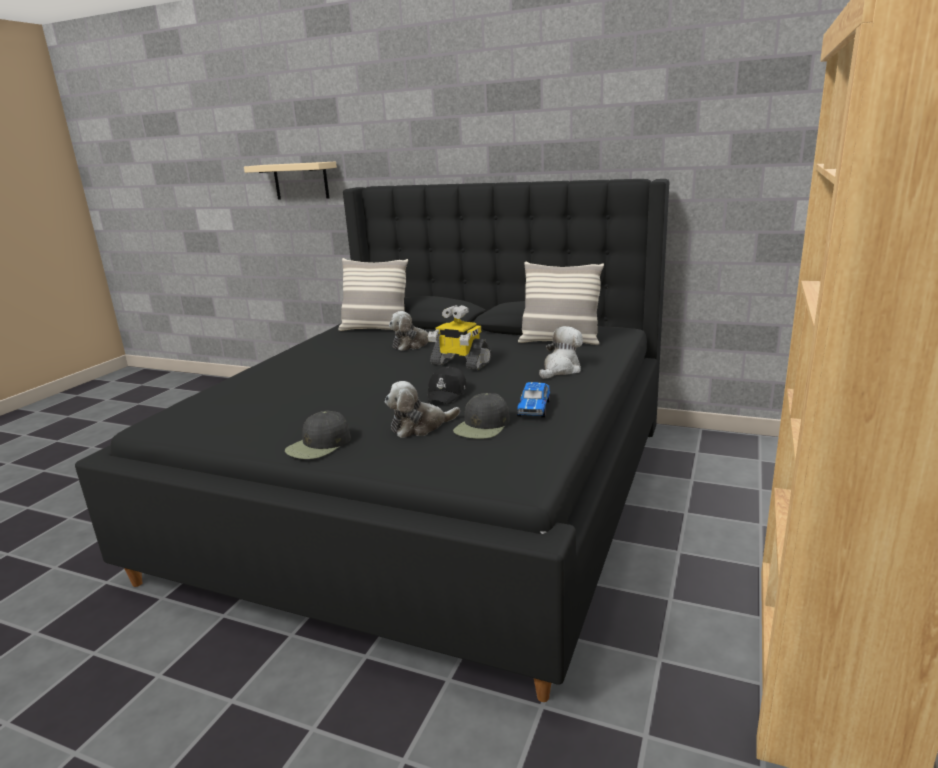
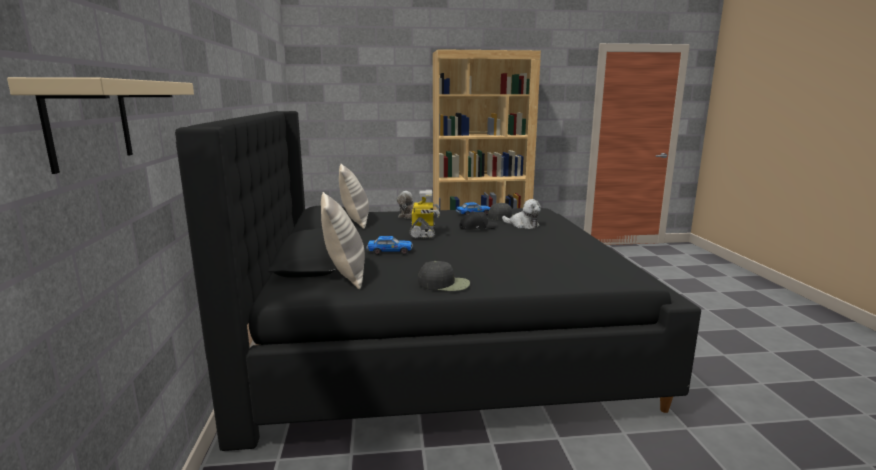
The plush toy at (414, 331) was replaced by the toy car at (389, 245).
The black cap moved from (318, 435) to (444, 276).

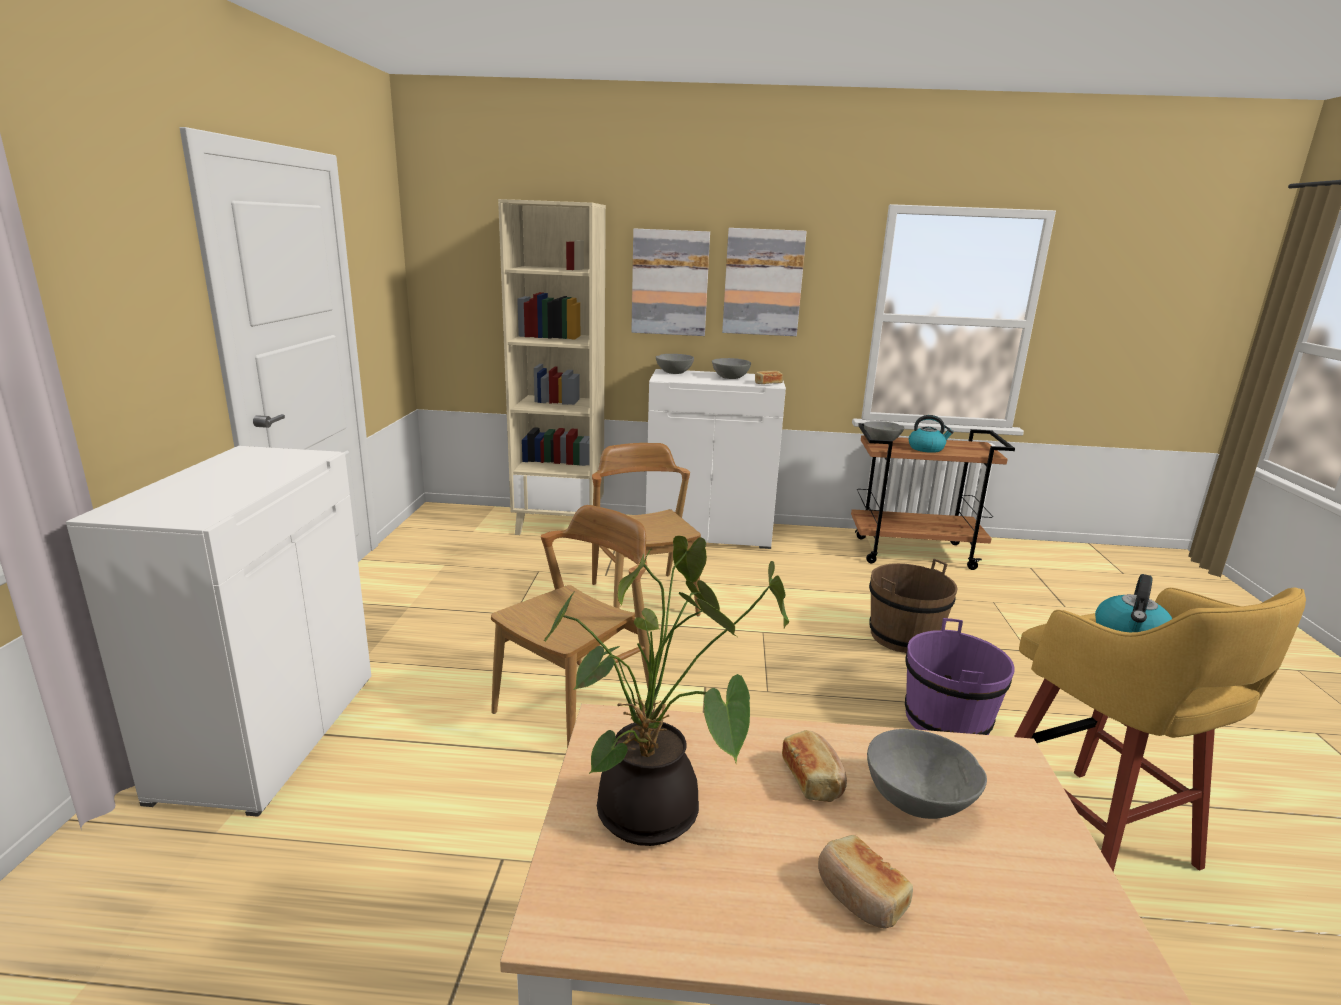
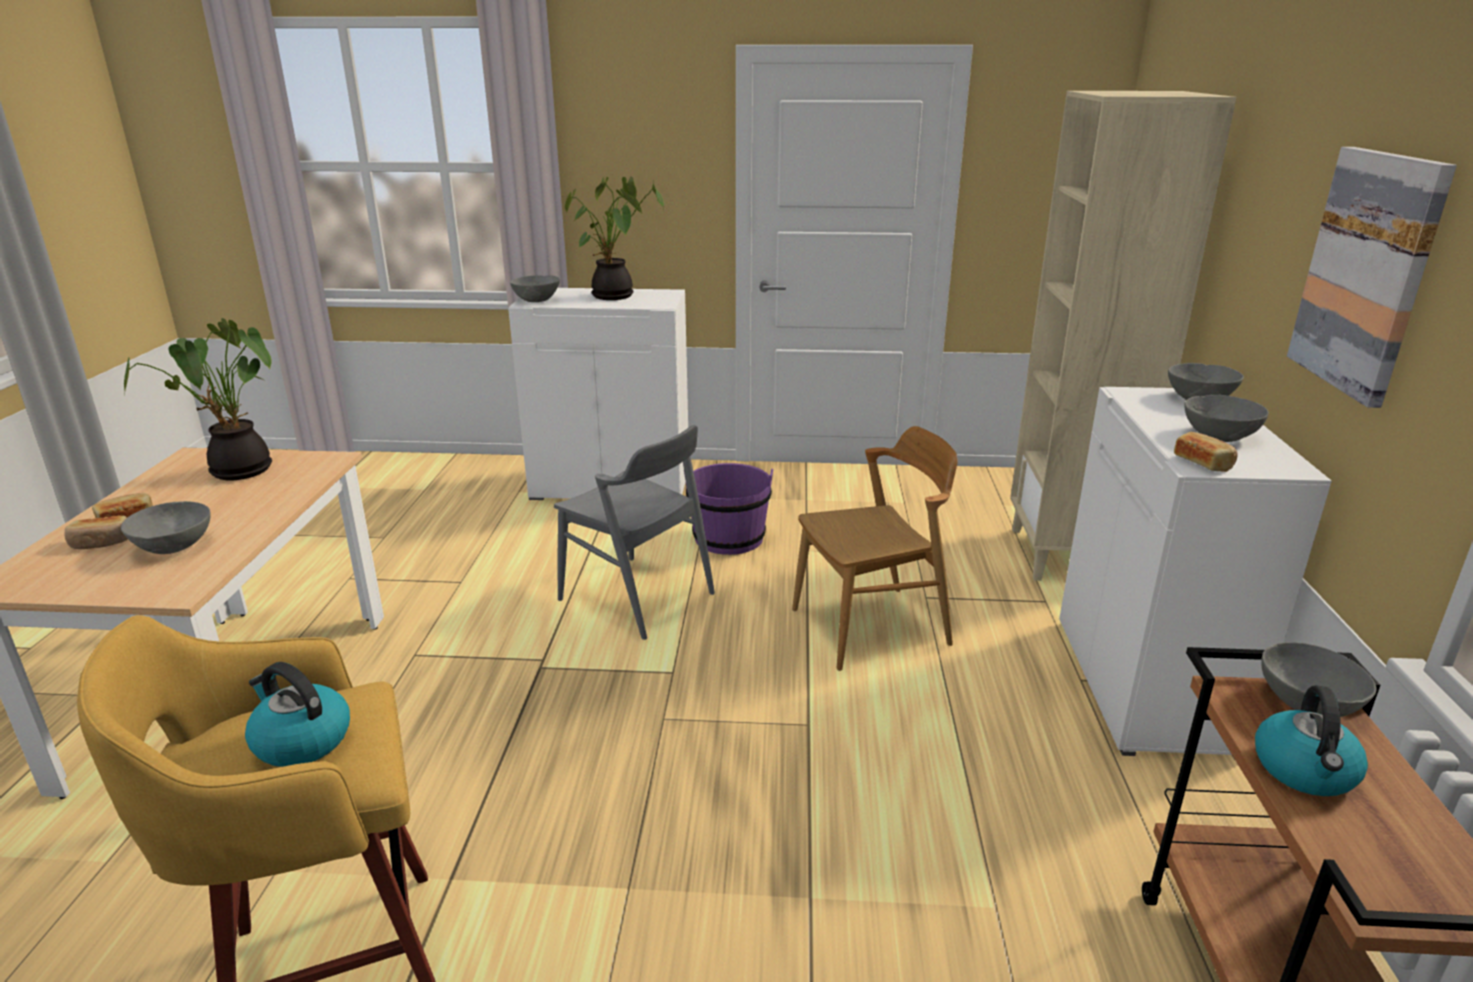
The picture at (670, 282) disappeared.
The brown-coloured plain chair at (573, 626) became the grey plain chair at (634, 532).
The brown-coloured bucket at (913, 606) disappeared.
The purple-coloured bucket moved from (960, 676) to (728, 509).
The bakery bread moved from (814, 766) to (96, 532).
The houseplant at (614, 238) appeared.
The grey serving bowl at (535, 288) appeared.

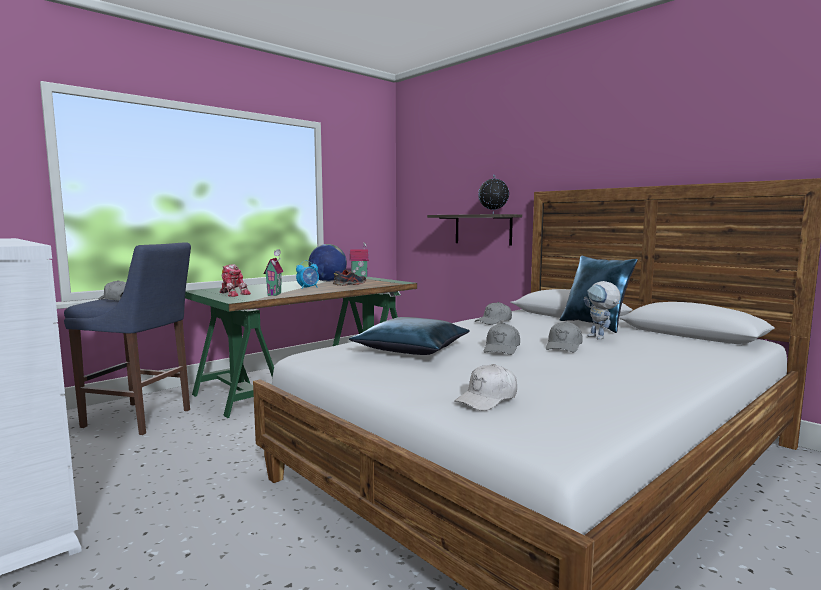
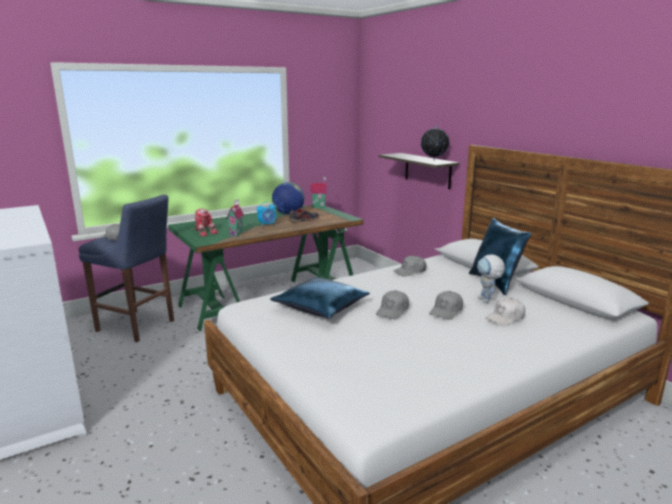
The white cap moved from (485, 387) to (505, 312).

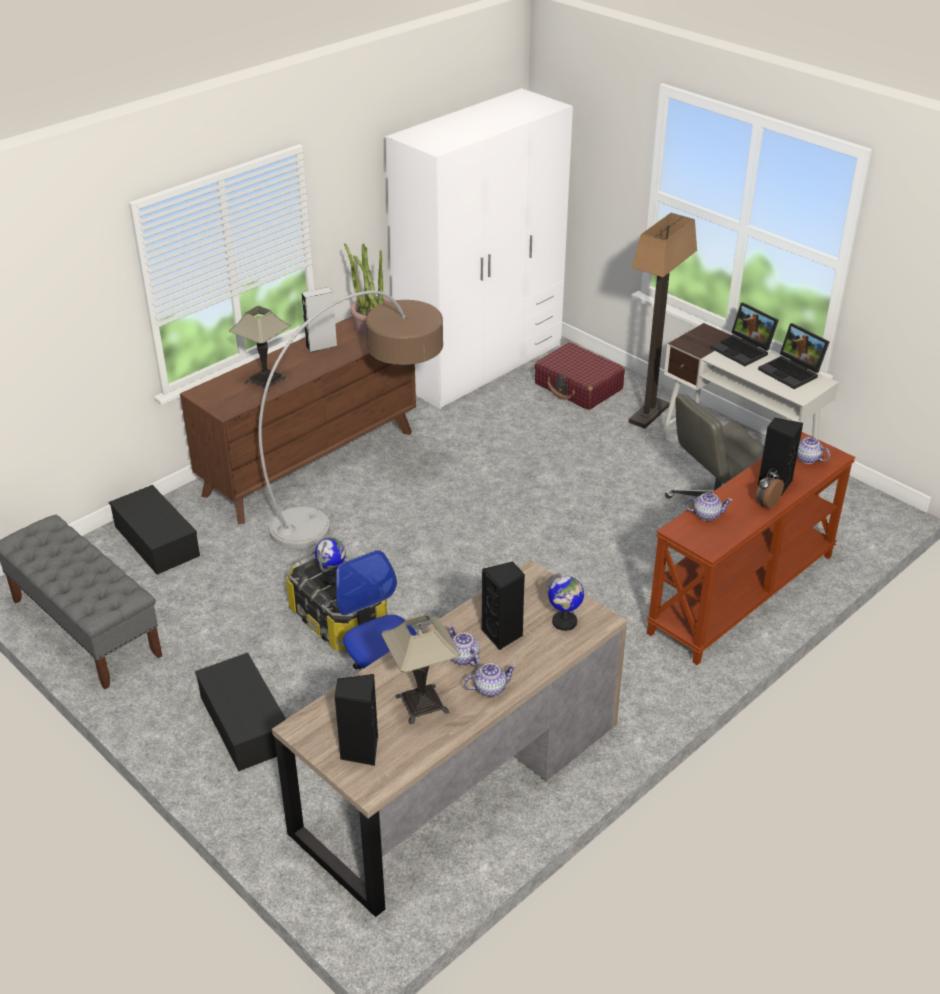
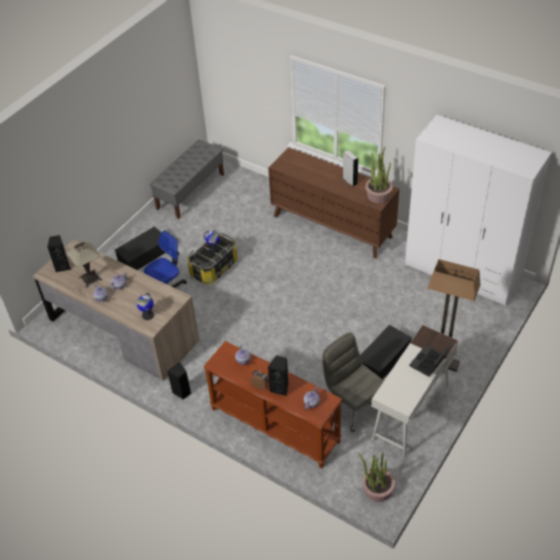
The standard lamp at (350, 419) disappeared.
The tabletop lamp at (260, 349) disappeared.
The notebook computer at (793, 356) disappeared.
The red suitcase at (580, 376) disappeared.
The black storage box moved from (154, 530) to (386, 352).
The black loudspeaker moved from (503, 605) to (179, 381).
The houseplant at (376, 477) appeared.

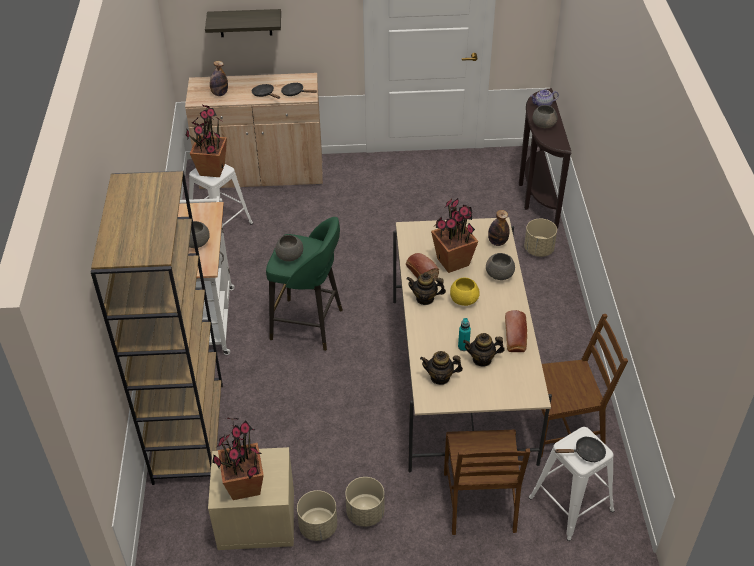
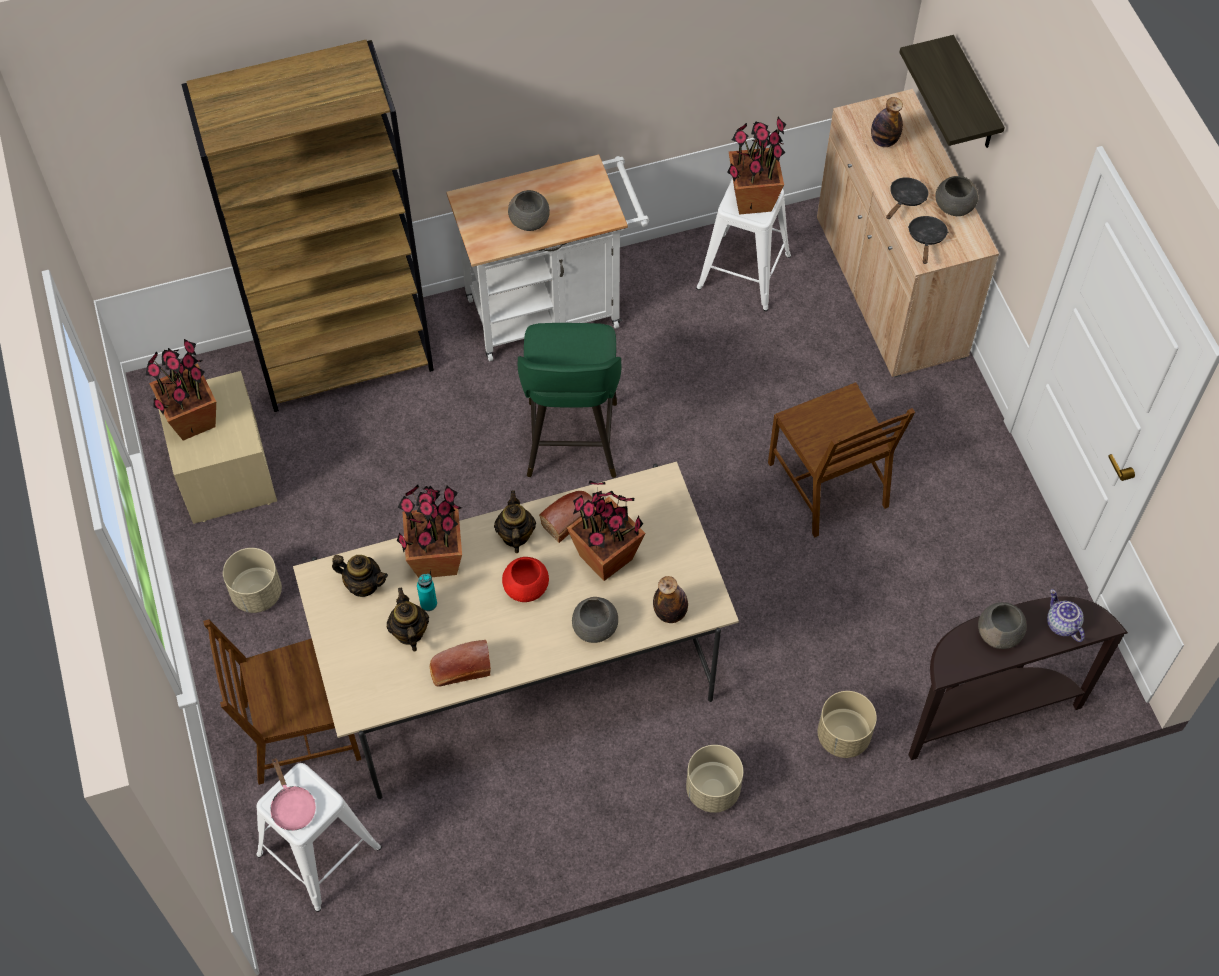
The grey serving bowl moved from (289, 248) to (957, 196).
The yellow-coloured serving bowl at (465, 292) became the red serving bowl at (525, 579).
The brown-coloured plain chair moved from (584, 385) to (841, 459).
The pot for tea at (441, 368) turned 120 degrees clockwise.
The black frying pan at (580, 449) became the pink frying pan at (293, 794).
The beige-coloured plant pot moved from (317, 515) to (714, 779).
The houseplant at (429, 531) appeared.

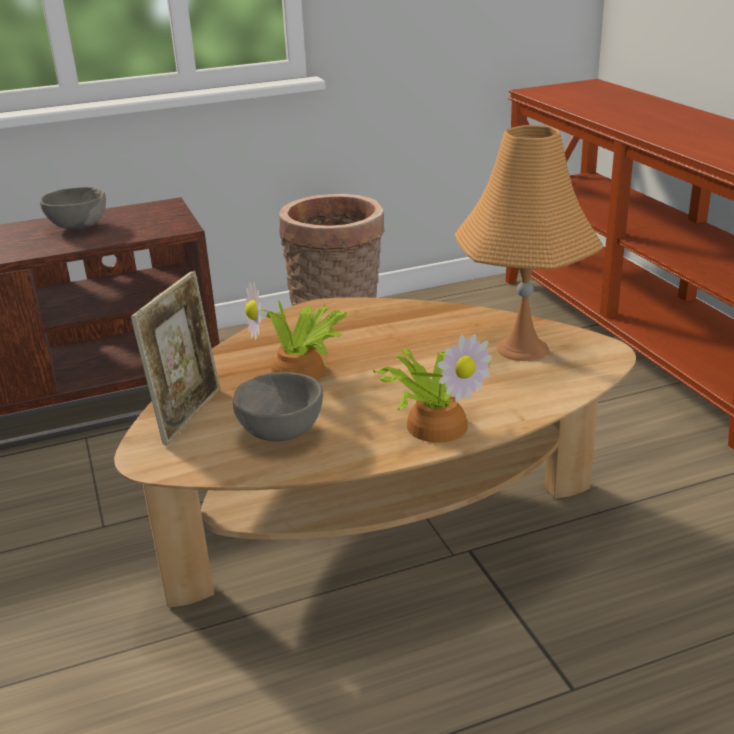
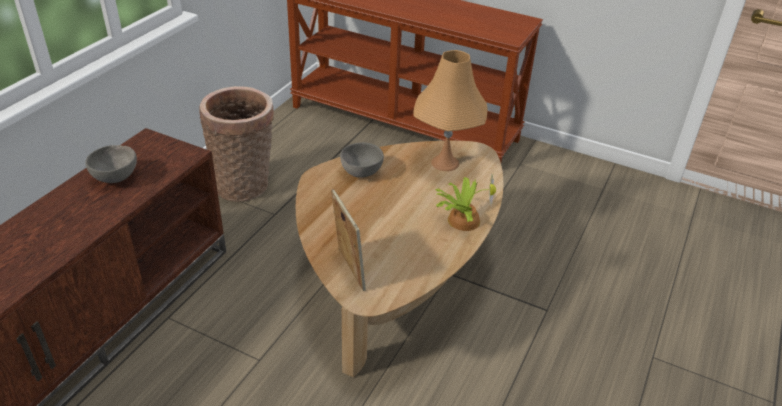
The houseplant at (296, 331) disappeared.
The grey serving bowl moved from (277, 406) to (362, 160).

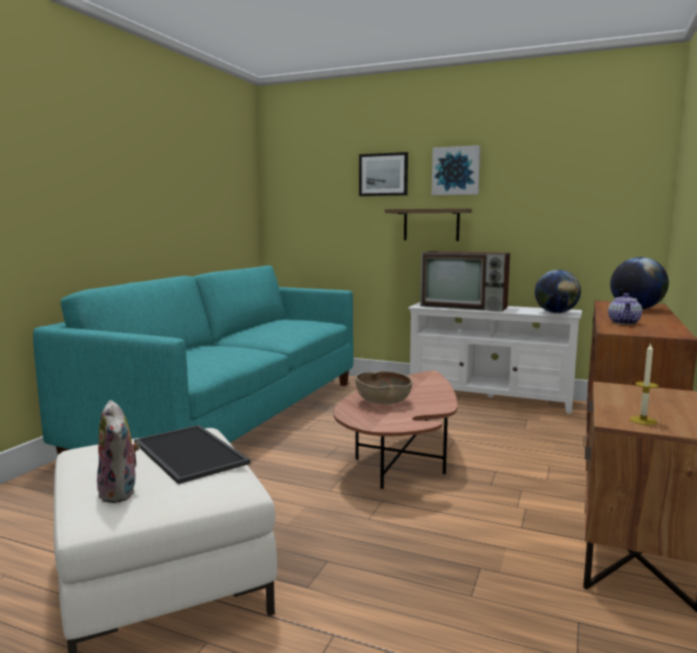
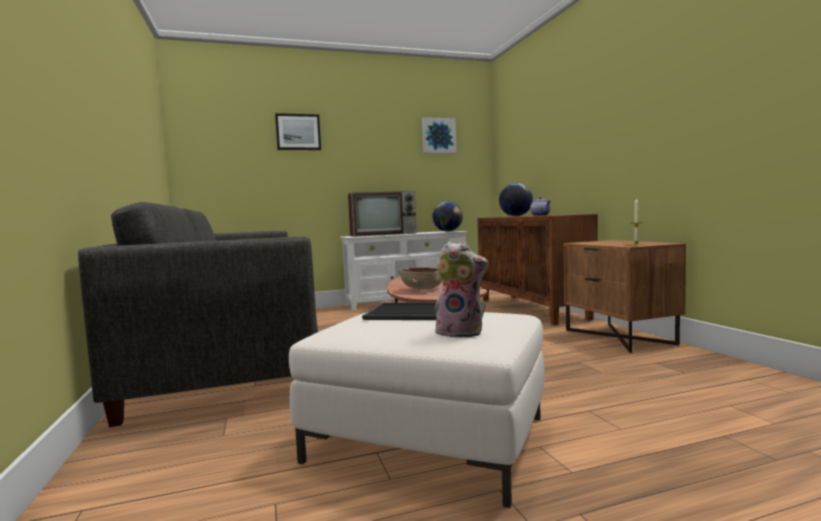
The picture moved from (456, 170) to (439, 135).
The wall shelf at (428, 224) disappeared.
The blue-green couch at (193, 360) became the grey couch at (198, 314).

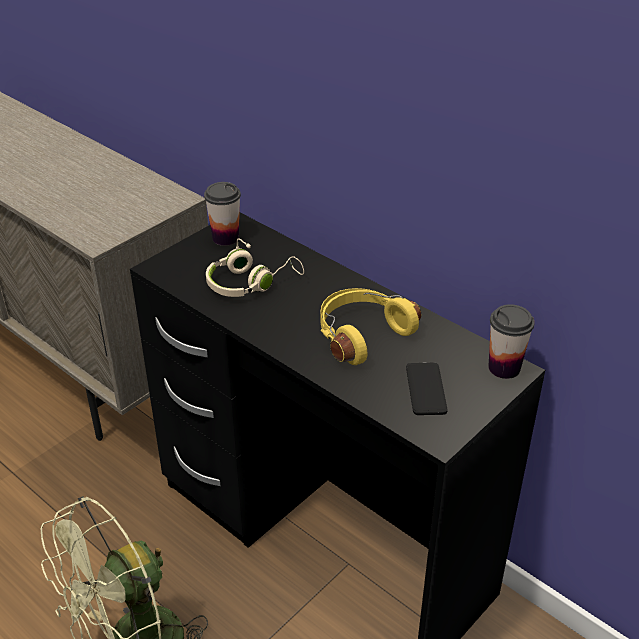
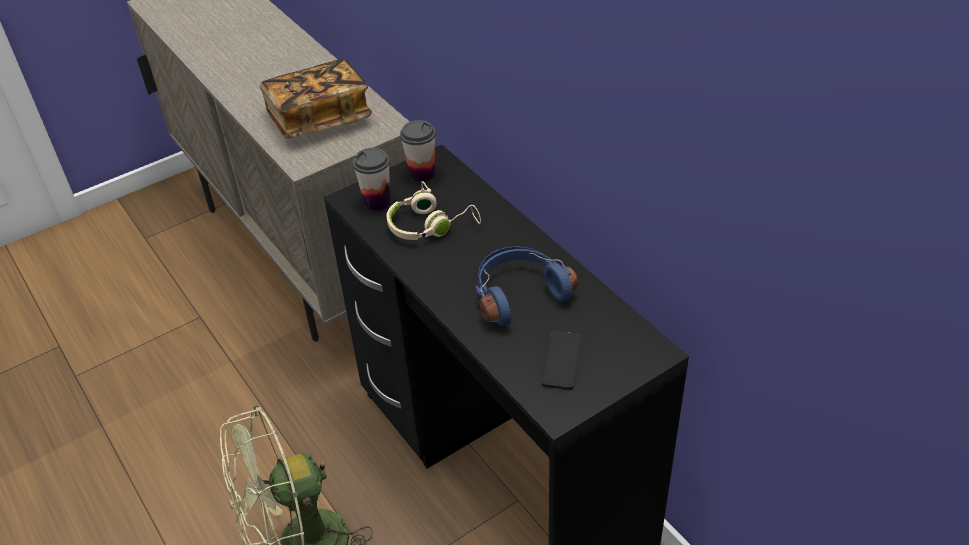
The yellow-coloured headset at (370, 326) became the blue-coloured headset at (526, 286).
The small cup moved from (511, 341) to (372, 179).
The bound book at (316, 98) appeared.

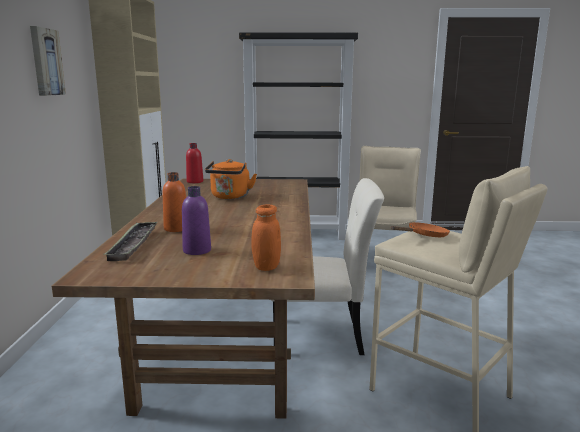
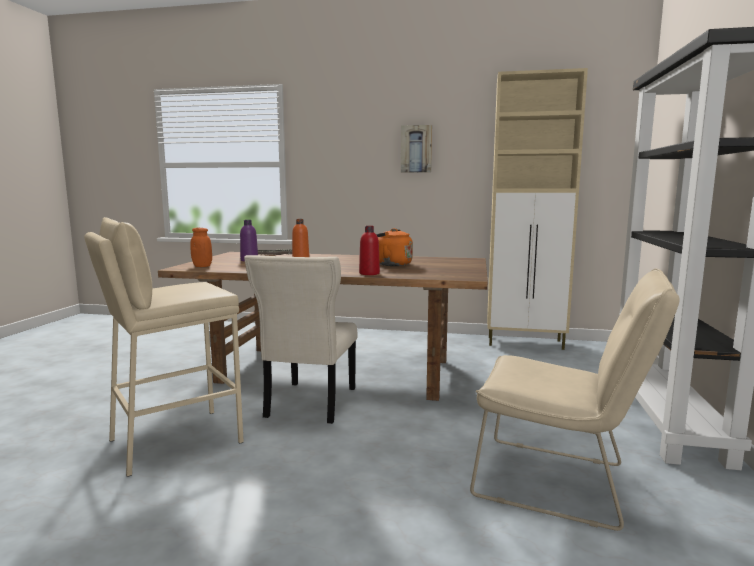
The red bottle moved from (194, 163) to (369, 250).
The orange-coloured frying pan at (420, 229) disappeared.

